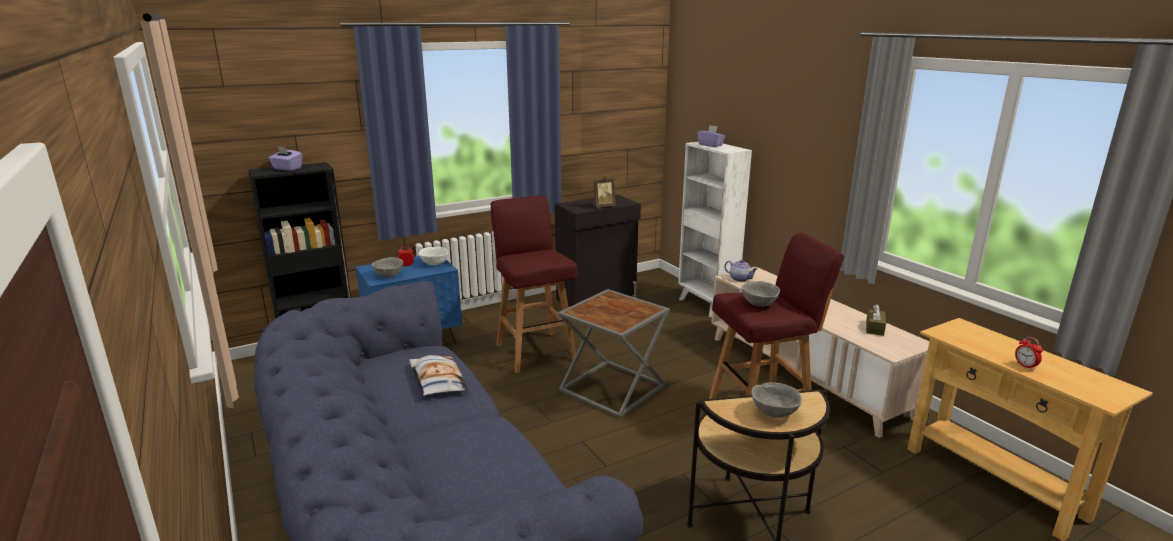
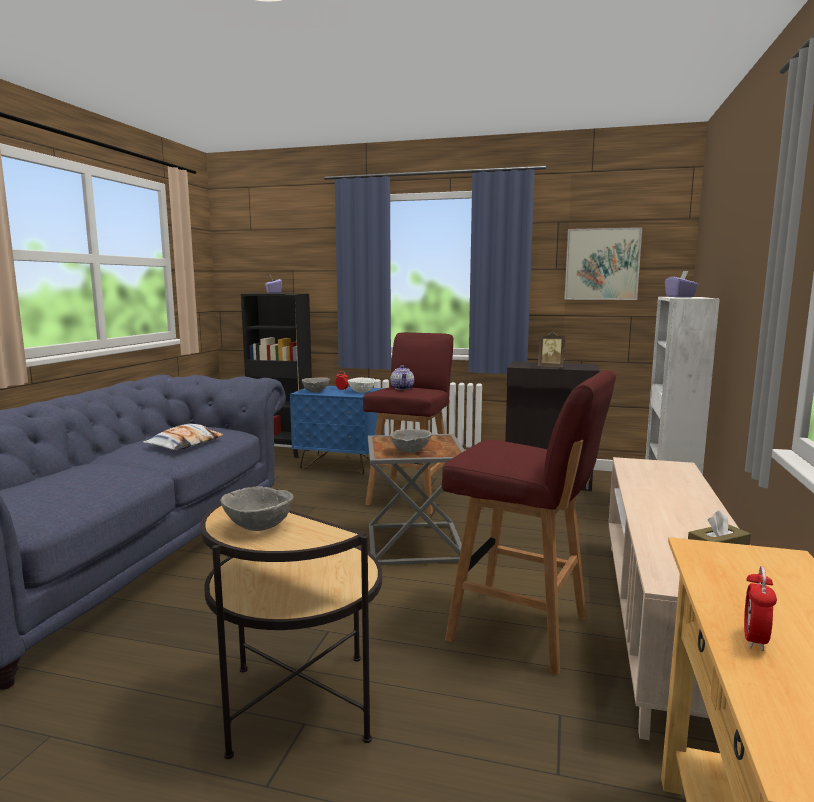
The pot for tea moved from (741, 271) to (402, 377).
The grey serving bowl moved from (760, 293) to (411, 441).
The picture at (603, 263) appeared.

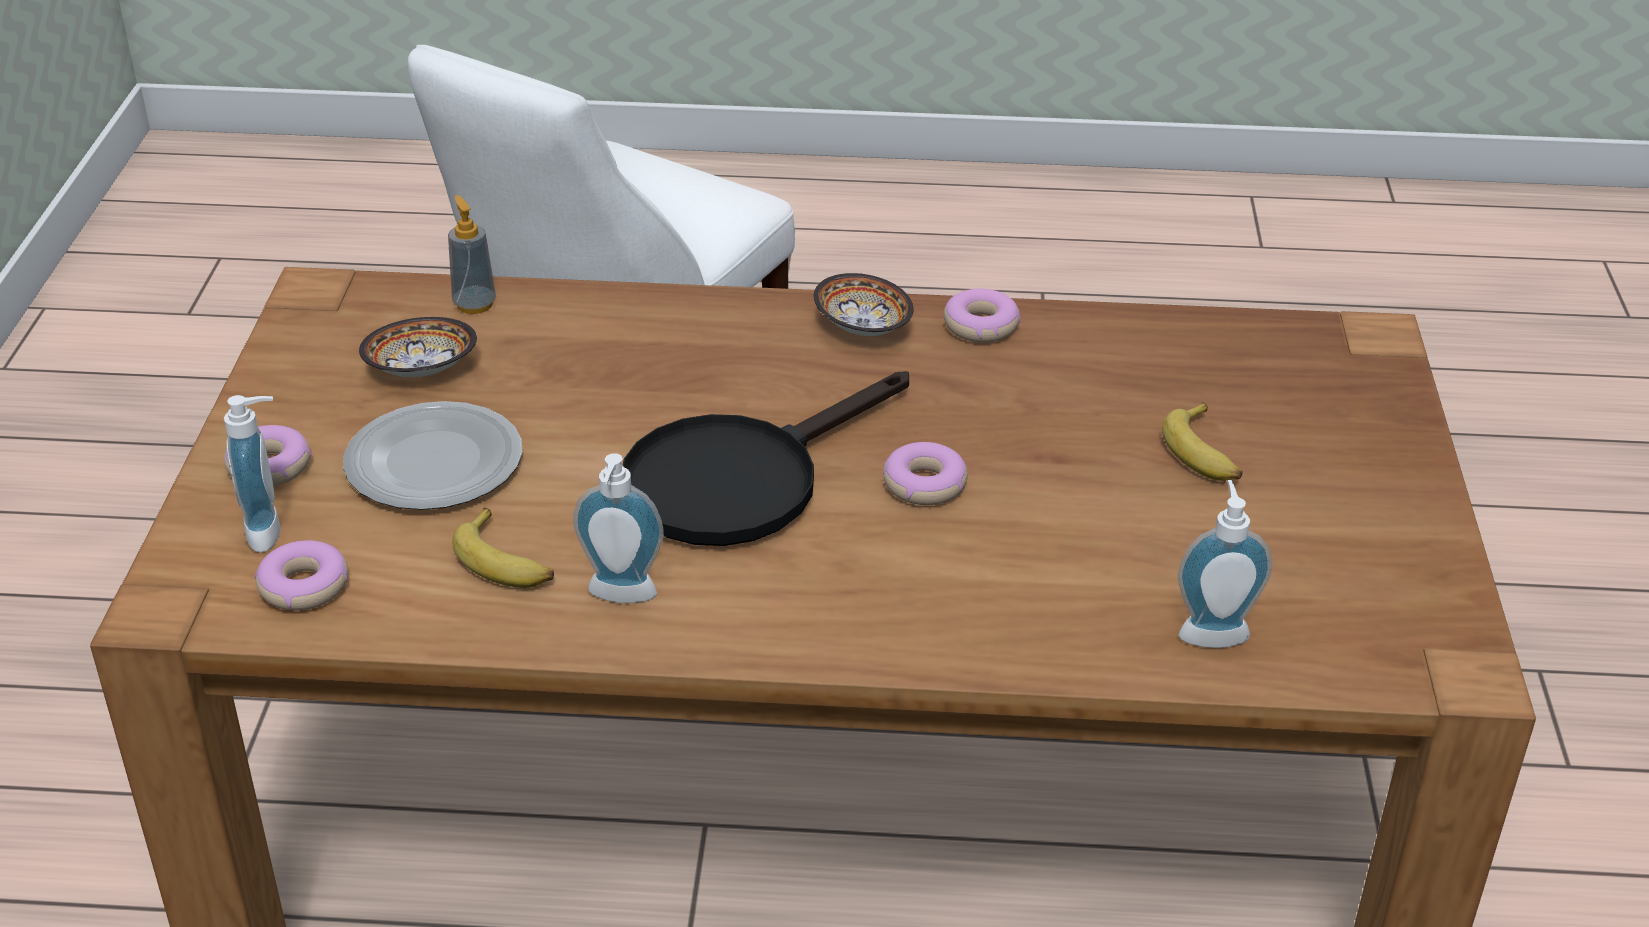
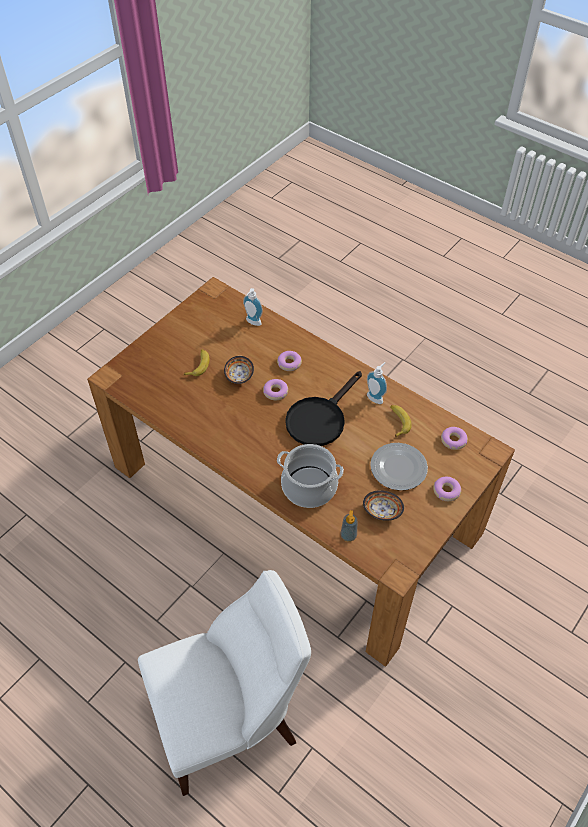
The serving bowl moved from (864, 304) to (239, 370).
The donut moved from (982, 315) to (289, 361).
The black frying pan at (765, 458) turned 135 degrees clockwise.
The soap dispenser at (252, 474) disappeared.
The cooking pot at (310, 476) appeared.

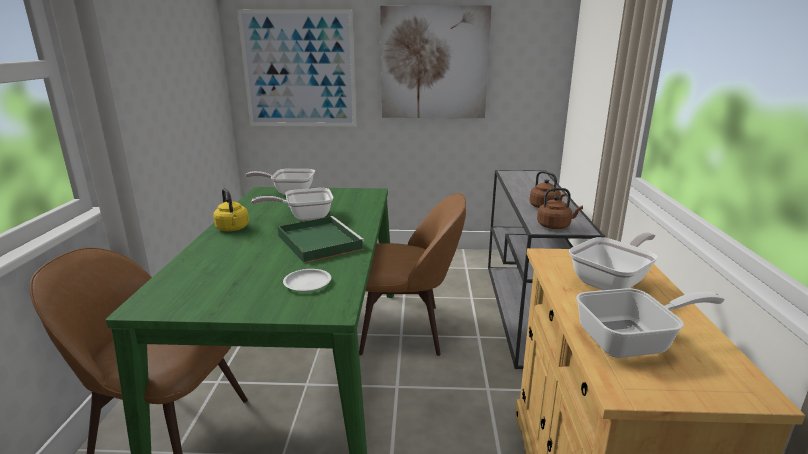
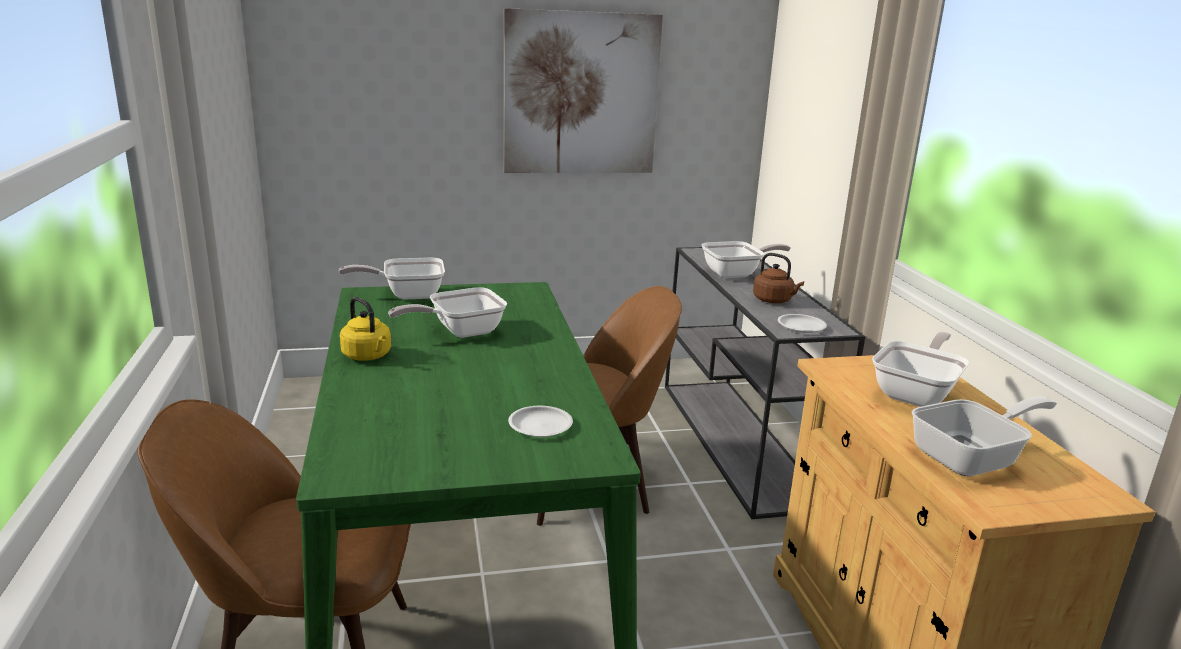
The picture at (296, 67) disappeared.
The brown-coloured tea kettle at (560, 208) was replaced by the white flat dish at (802, 323).
The green tray at (321, 239) disappeared.
The frying pan at (746, 259) appeared.

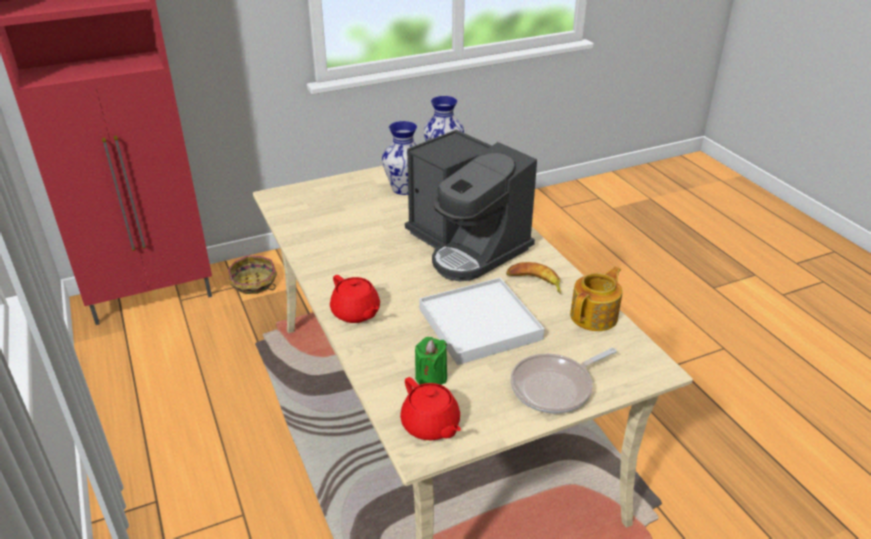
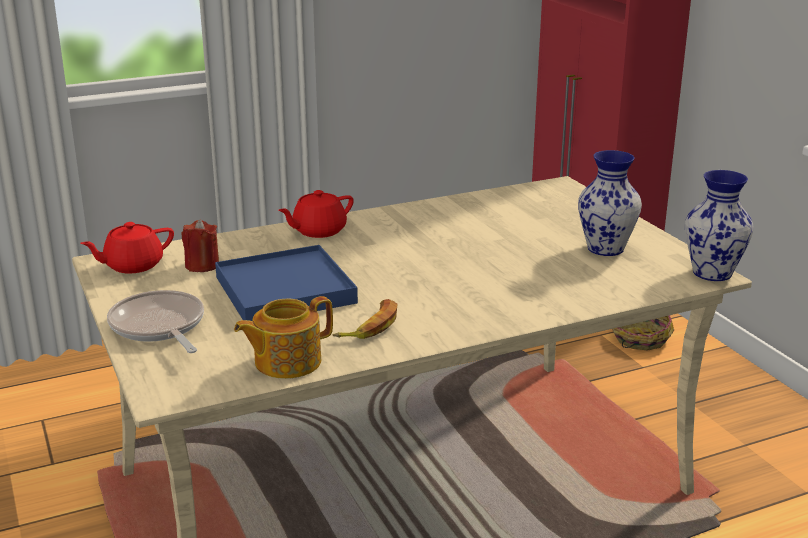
The coffee brewer at (471, 205) disappeared.
The pot for tea at (596, 299) turned 105 degrees clockwise.
The white tray at (482, 321) became the blue-coloured tray at (286, 283).
The green wax light at (431, 361) became the red wax light at (200, 246).

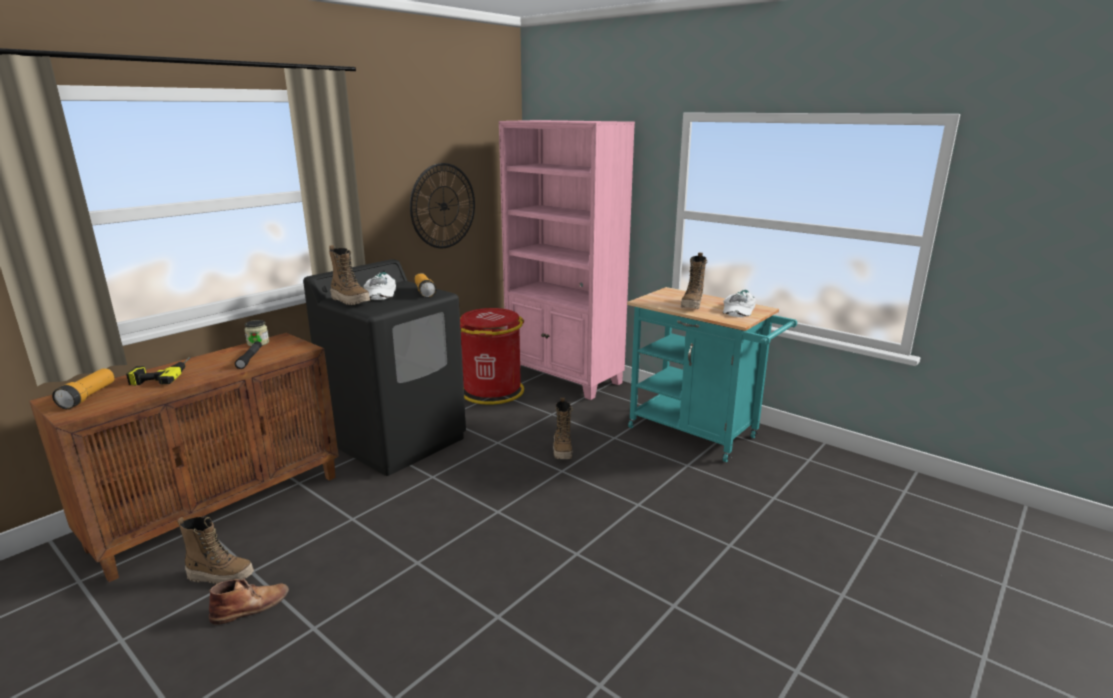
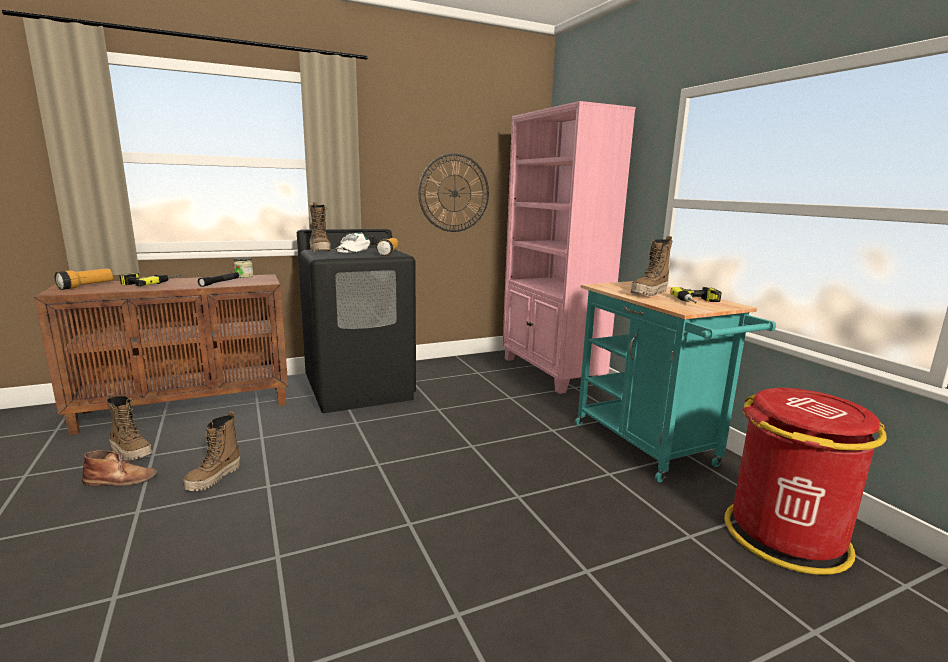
The white cap at (739, 303) was replaced by the electric drill at (696, 295).
The red waste bin moved from (492, 356) to (805, 481).
The boot moved from (563, 428) to (211, 451).

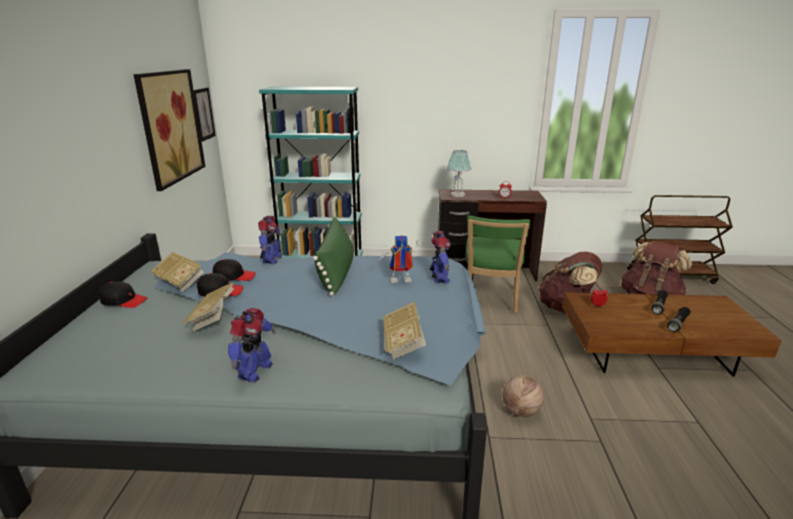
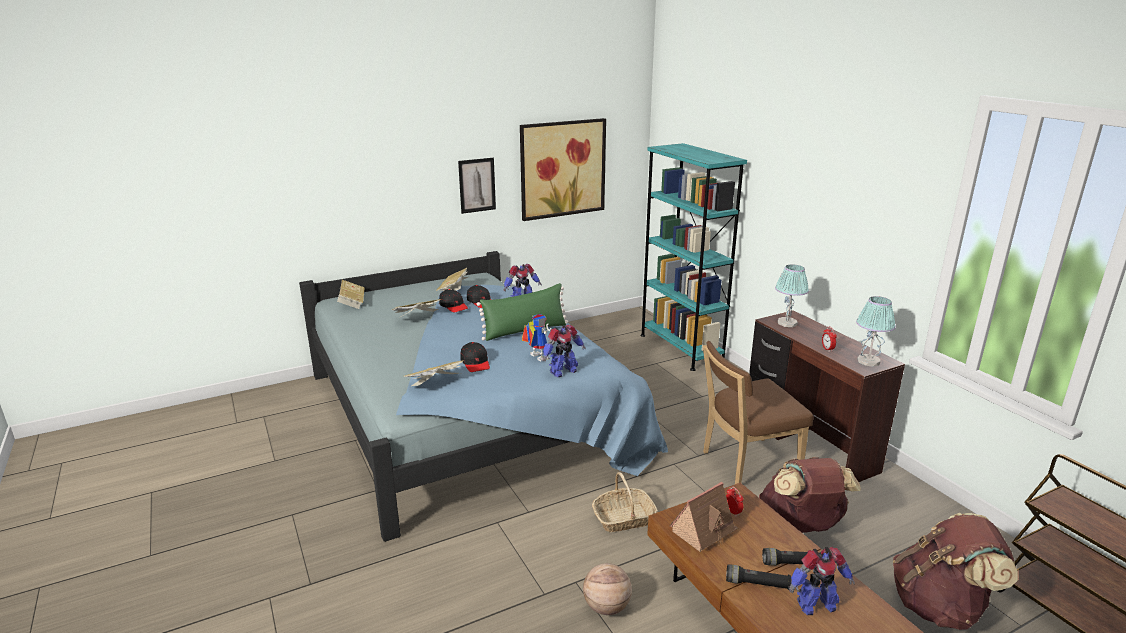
The picture moved from (205, 114) to (477, 186).
The green plain chair at (498, 264) became the brown-coloured plain chair at (758, 412).
The black cap moved from (123, 294) to (475, 357).
The toy robot moved from (252, 345) to (822, 581).
The basketball moved from (523, 396) to (607, 589).
The bound book at (351, 294) appeared.
The tabletop lamp at (876, 331) appeared.
The household basket at (624, 502) appeared.
The miniature house at (703, 517) appeared.

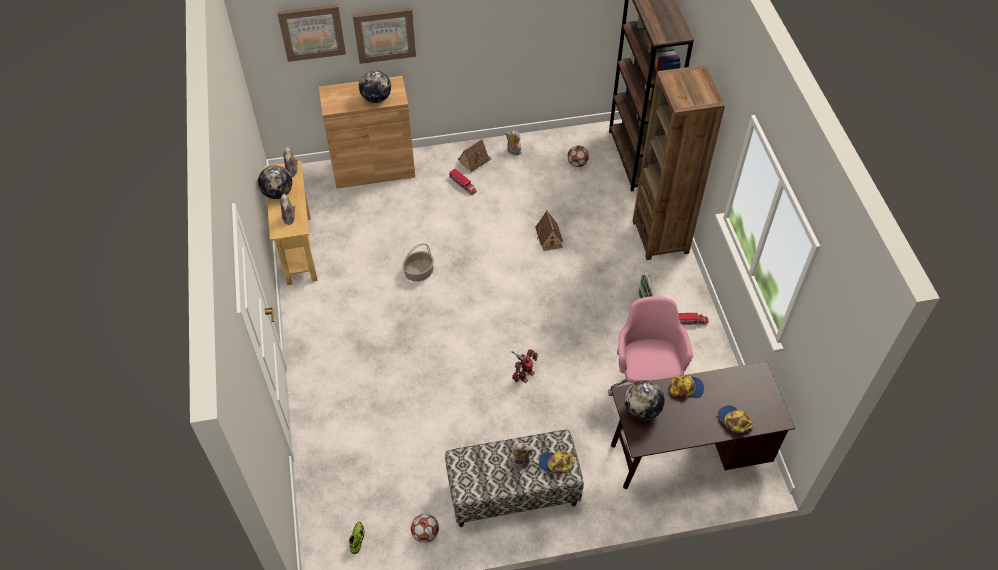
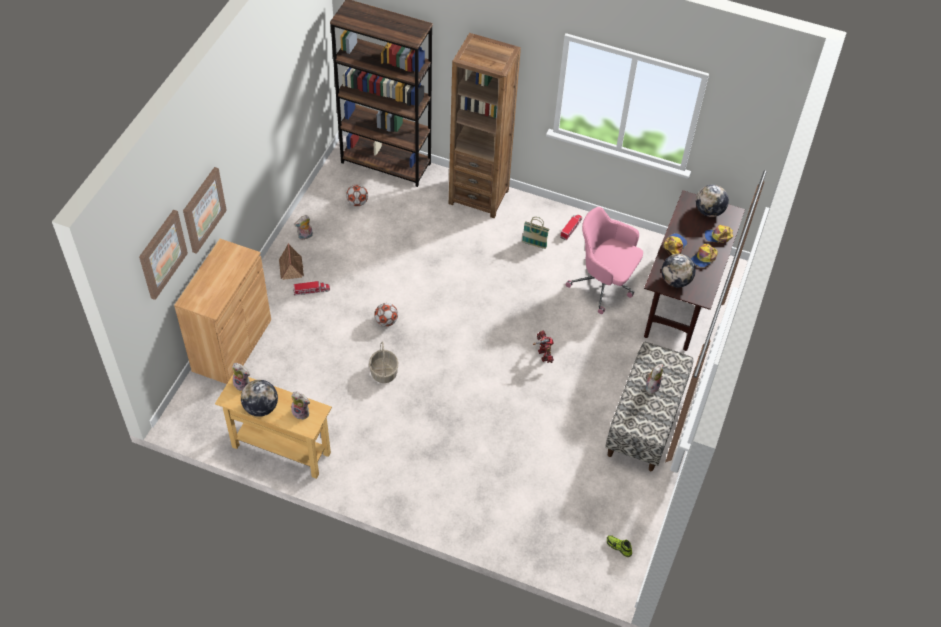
The globe moved from (375, 86) to (712, 201).
The miniature house at (549, 230) disappeared.
The cap moved from (557, 462) to (704, 255).
The football moved from (425, 528) to (386, 314).

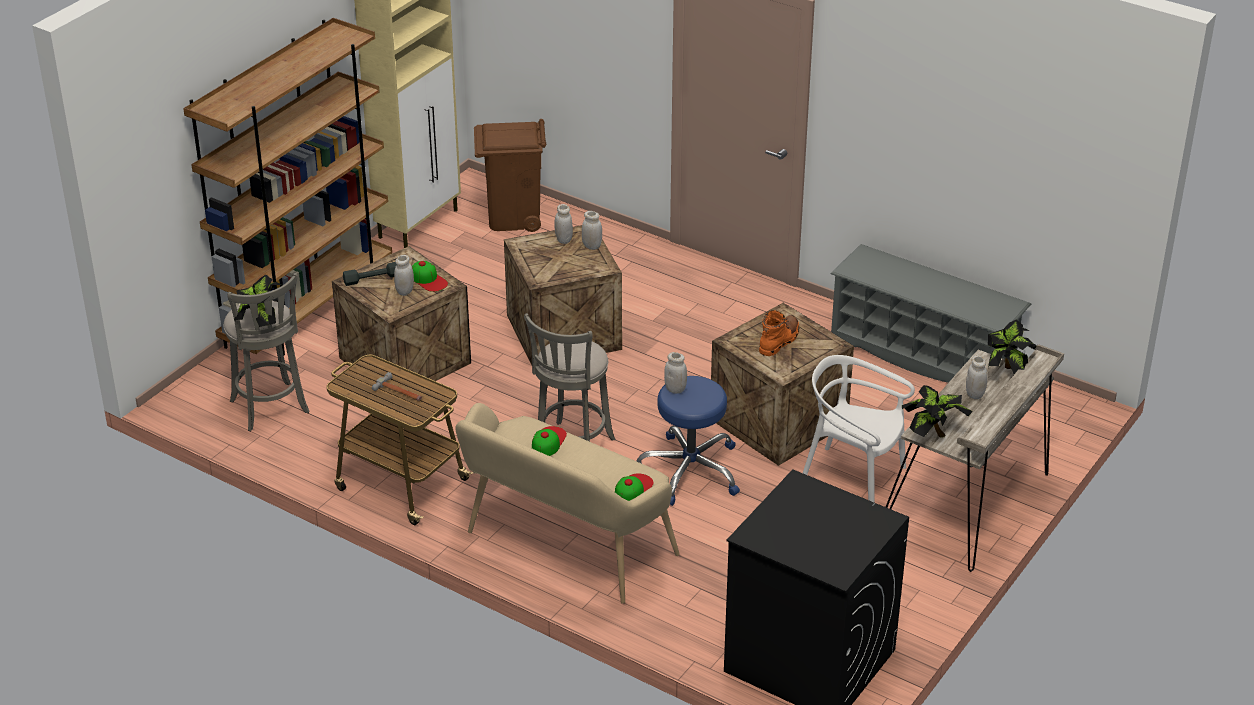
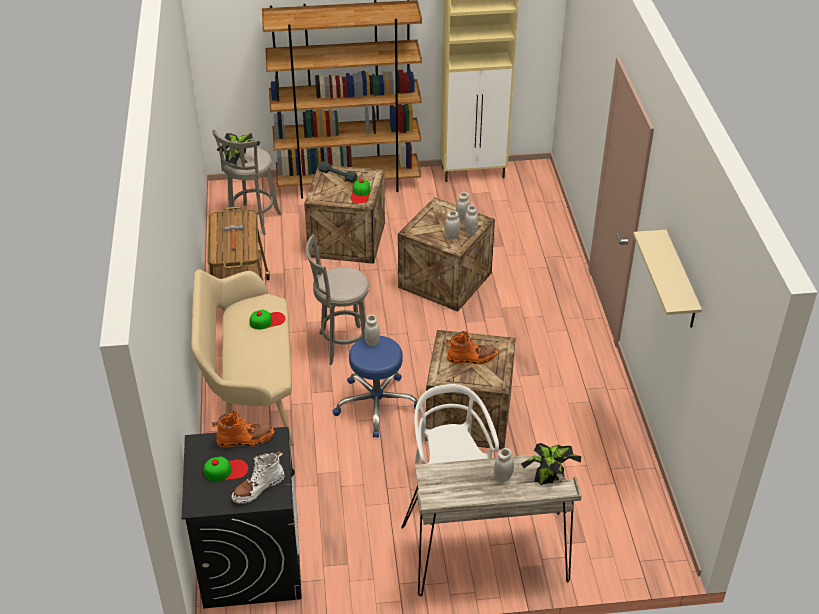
The brown-coloured waste bin at (510, 175) disappeared.
The grey shoe stand at (931, 313) disappeared.
The white preserve jar moved from (404, 275) to (452, 225).
The houseplant at (937, 411) disappeared.
The cap moved from (634, 487) to (225, 469).
The beige-coloured wall shelf at (667, 279) appeared.
The orange-coloured boot at (243, 429) appeared.
The white boot at (258, 477) appeared.

